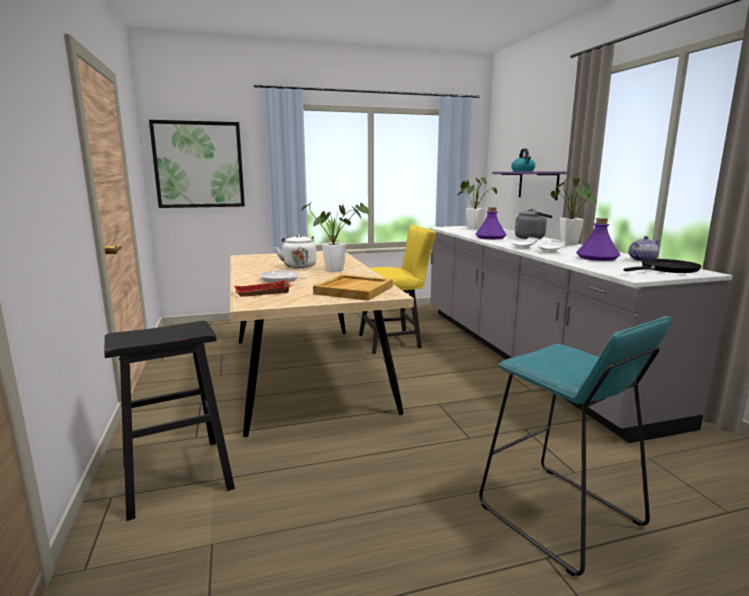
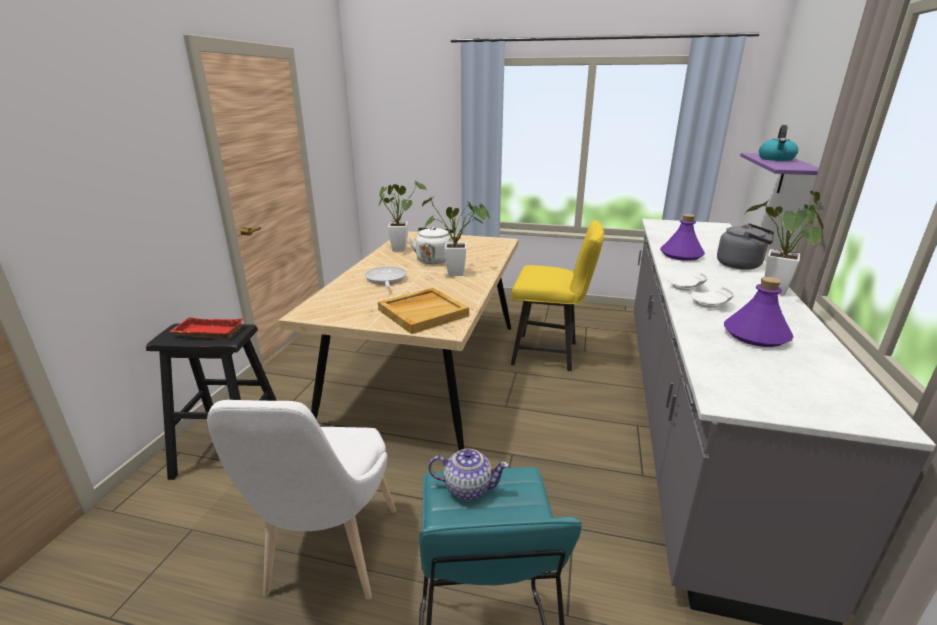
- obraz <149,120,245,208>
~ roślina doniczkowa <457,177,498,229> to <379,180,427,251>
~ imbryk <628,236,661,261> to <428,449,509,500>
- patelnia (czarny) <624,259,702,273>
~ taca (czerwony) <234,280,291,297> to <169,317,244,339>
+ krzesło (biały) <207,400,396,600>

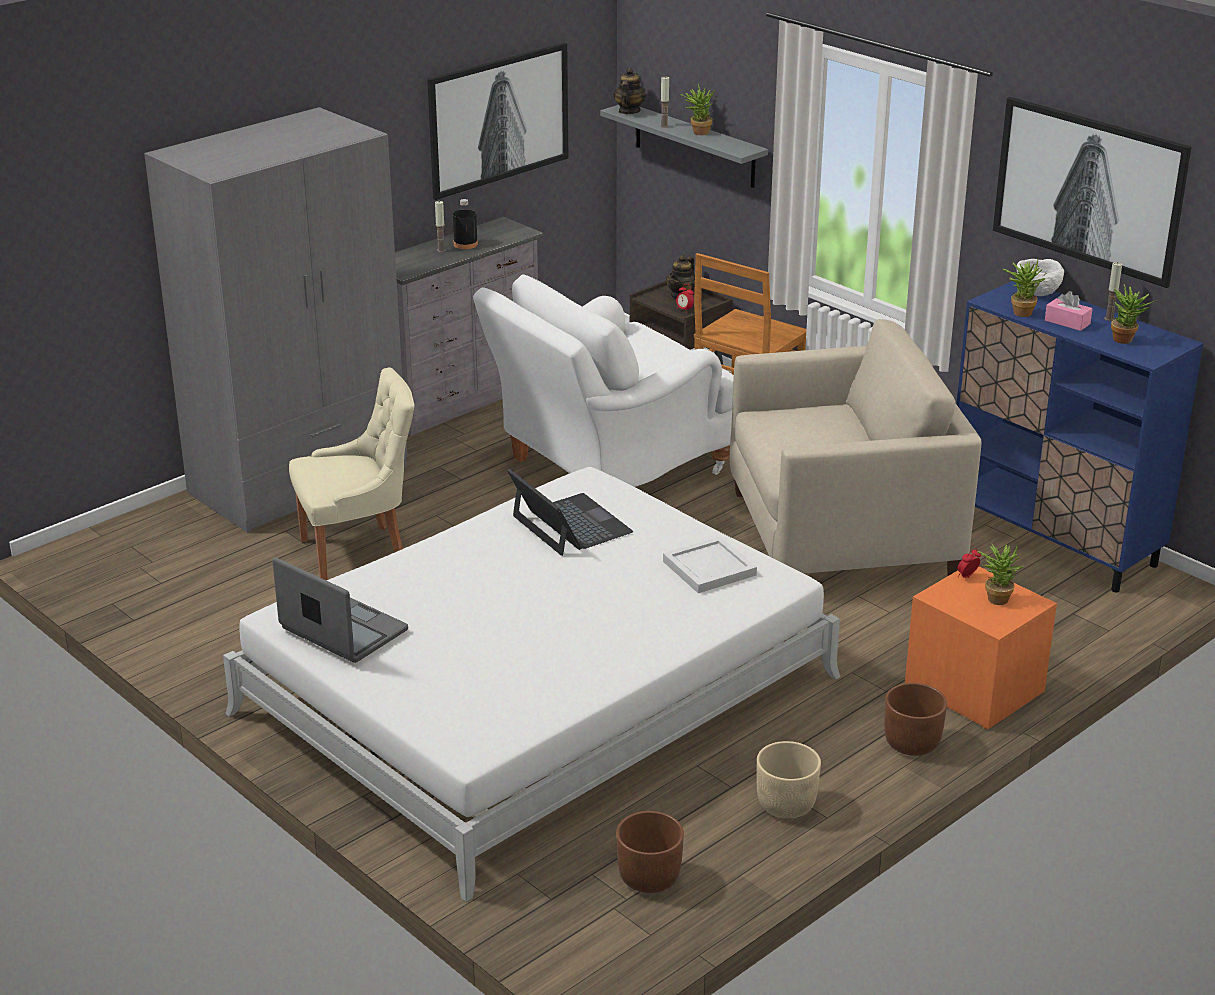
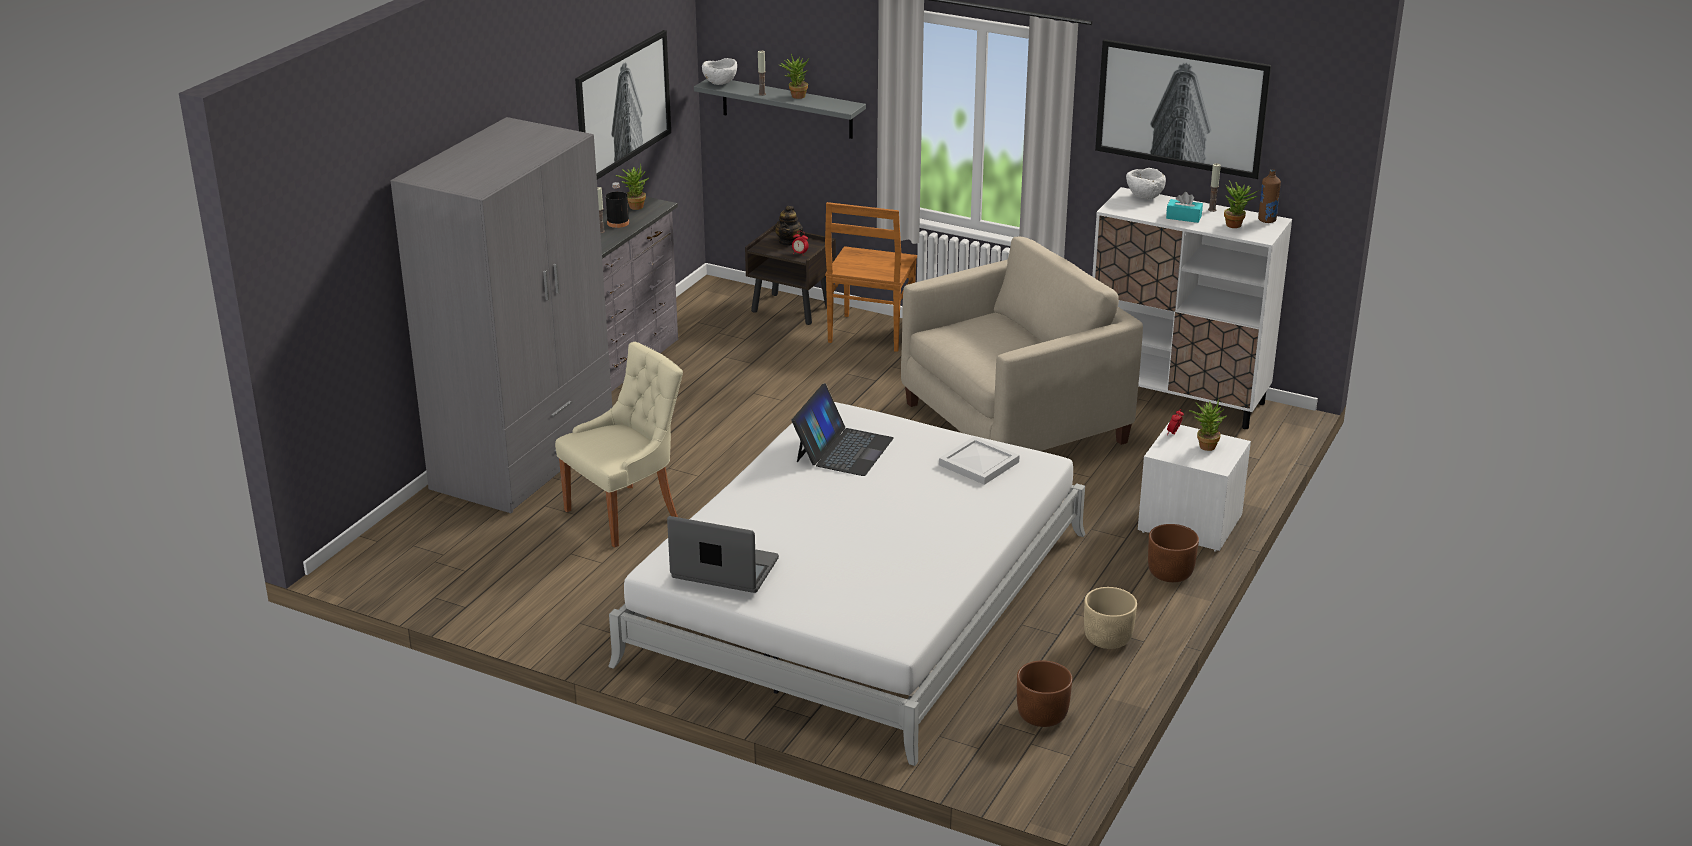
~ imbryk <613,68,646,114> to miska (biały) <702,58,737,85>
~ roślina doniczkowa <1003,260,1046,317> to <615,164,649,210>
- fotel (biały) <473,275,734,487>
~ szafka (niebieski) <957,281,1203,592> to szafka (biały) <1092,187,1292,429>
~ pudełko chusteczek (różowy) <1045,291,1093,331> to pudełko chusteczek (turkusowy) <1166,192,1203,223>
~ laptop <507,469,633,556> = <792,383,894,476> 75 degrees clockwise
~ szafka nocna (pomarańczowy) <905,566,1057,729> to szafka nocna (biały) <1138,423,1251,551>
+ butelka (brązowy) <1258,169,1281,223>

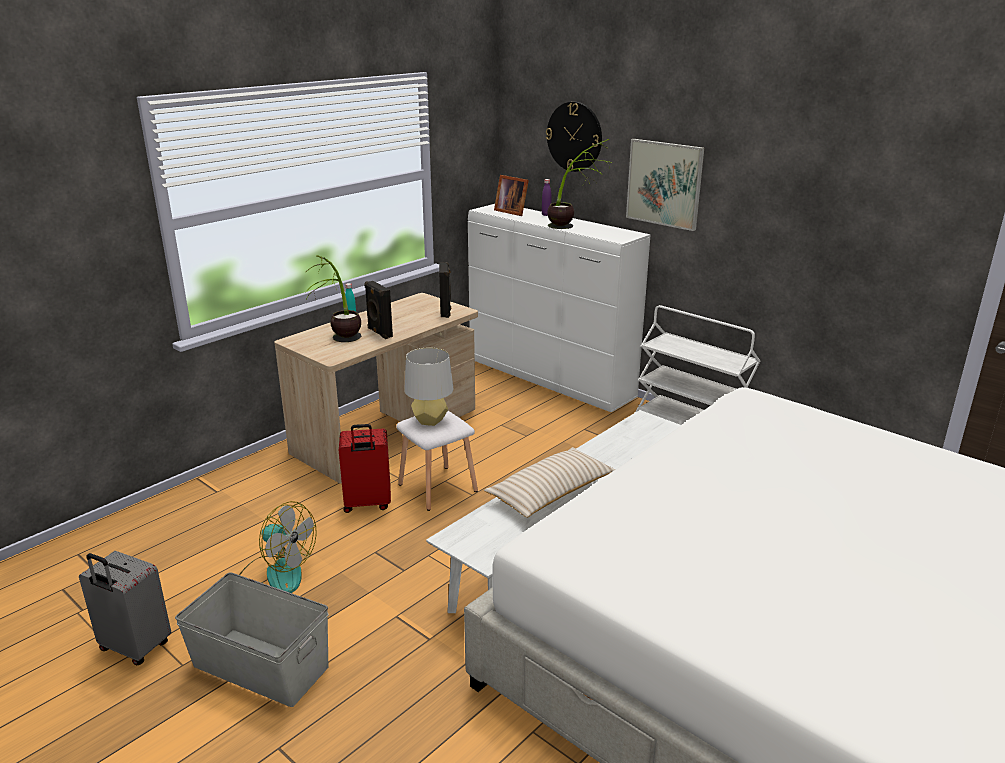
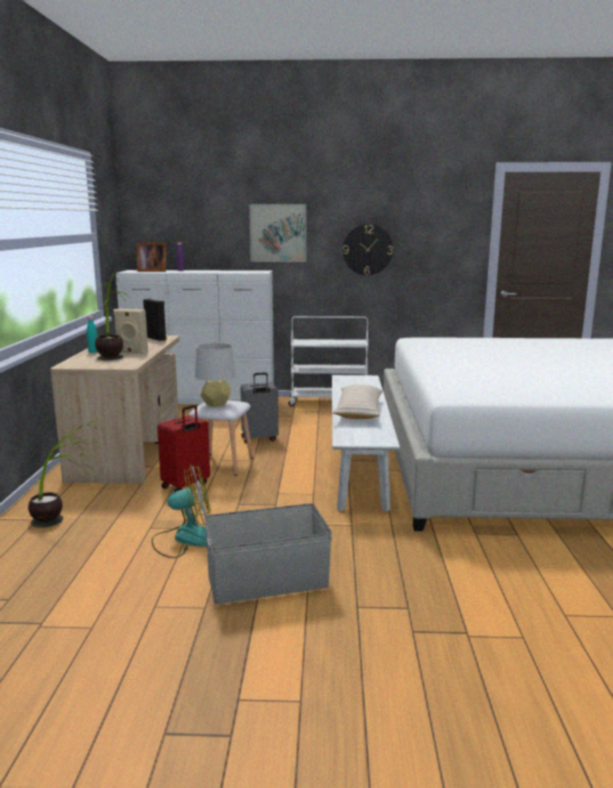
~ zegar ścienny <546,102,602,172> to <343,224,393,275>
~ roślina doniczkowa <547,139,612,229> to <28,419,102,528>
~ głośnik (czarny) <364,281,393,339> to głośnik (beżowy) <113,309,148,354>
~ walizka (szary) <79,551,171,665> to <240,372,279,444>

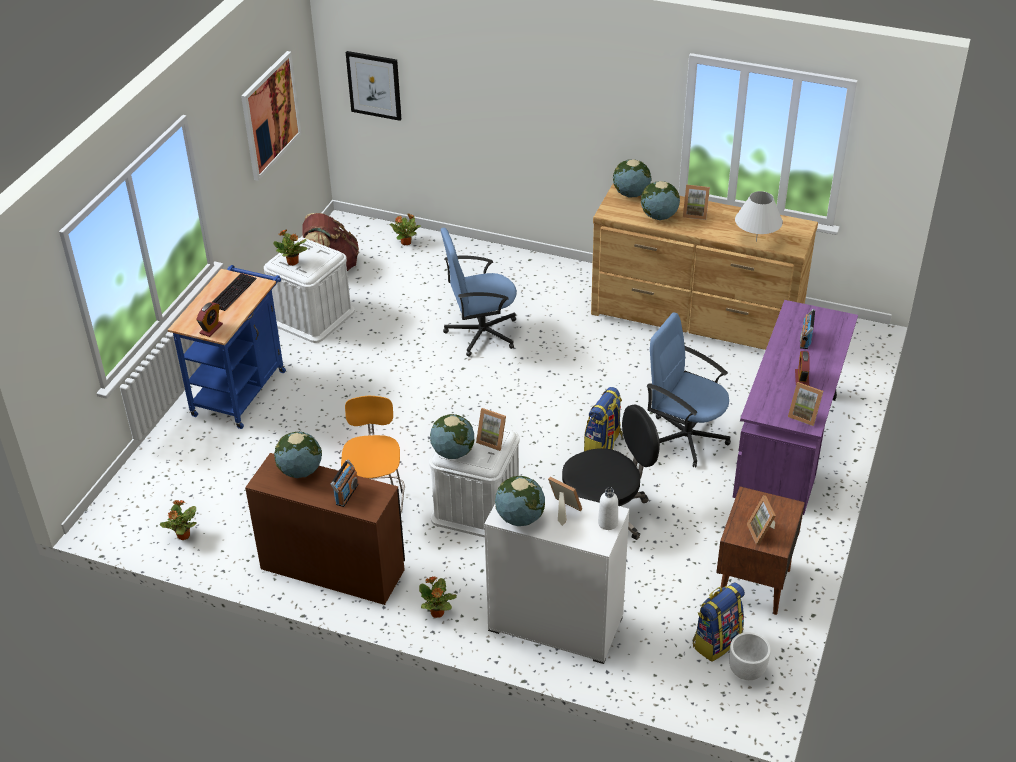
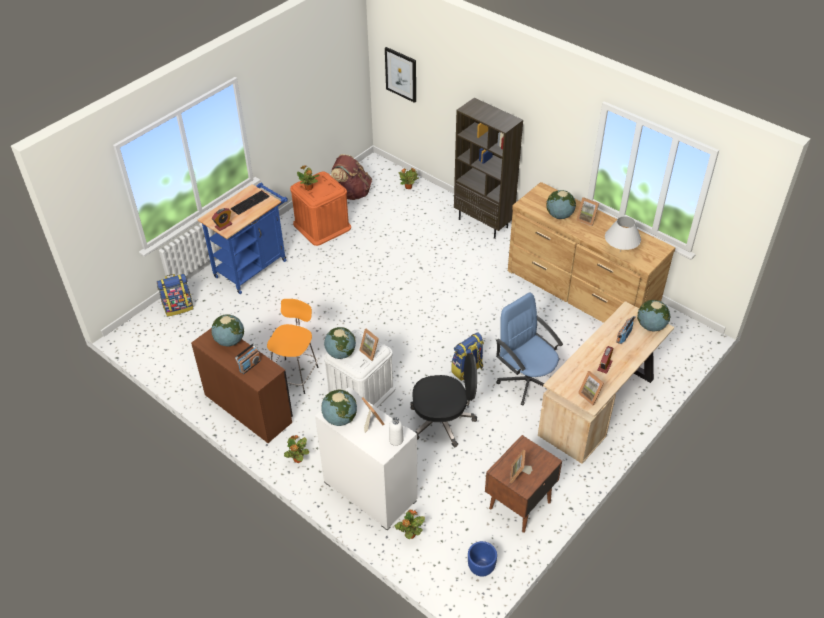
- obraz <241,51,301,181>
~ globus <613,159,652,197> to <637,300,671,332>
- krzesło biurowe (niebieski) <441,228,517,357>
~ pojemnik do przechowywania (biały) <264,238,355,343> to pojemnik do przechowywania (pomarańczowy) <290,171,351,246>
~ biurko (fioletowy) <733,300,858,515> to biurko (beżowy) <538,301,674,464>
~ roślina doniczkowa <160,500,197,540> to <395,510,425,539>
~ plecak <693,582,745,662> to <157,274,194,316>
~ donica (biały) <729,632,771,680> to donica (niebieski) <468,541,497,576>
+ regał (brązowy) <454,98,523,239>

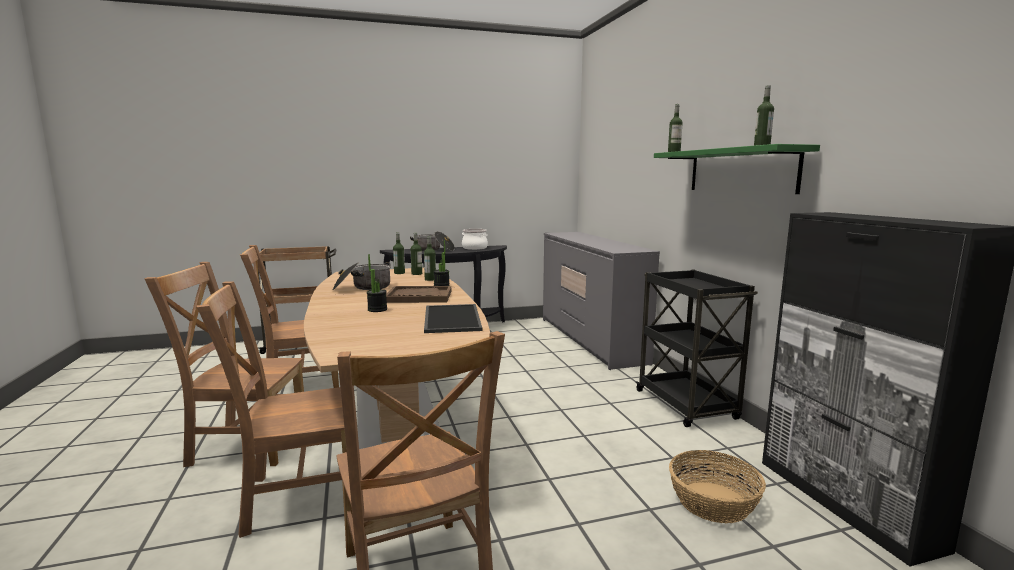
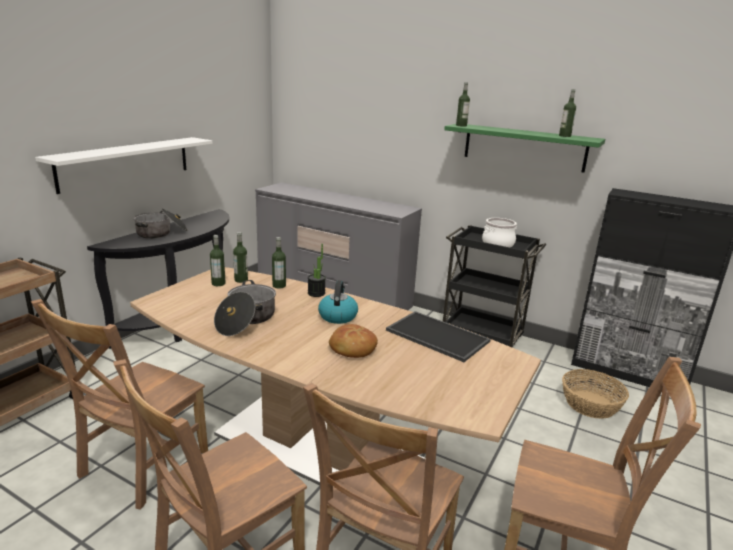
~ garnek <462,229,488,250> to <482,218,517,247>
~ roślina doniczkowa <367,254,387,312> to chleb <329,324,378,358>
~ taca (brązowy) <386,286,451,303> to czajnik <318,280,358,324>
+ półka (biały) <35,137,212,194>

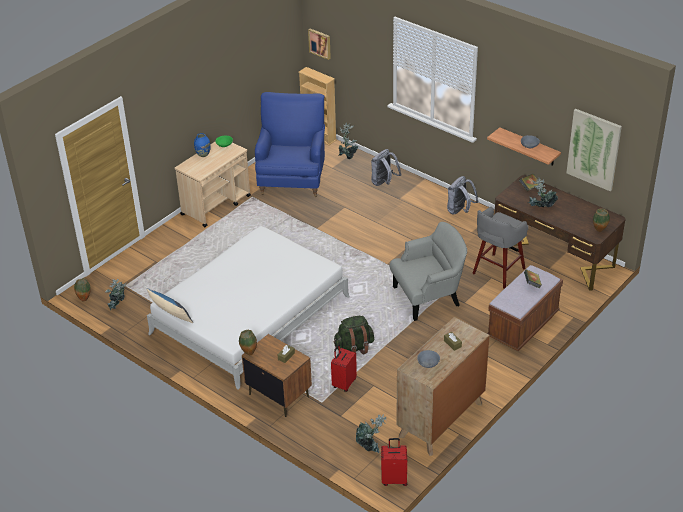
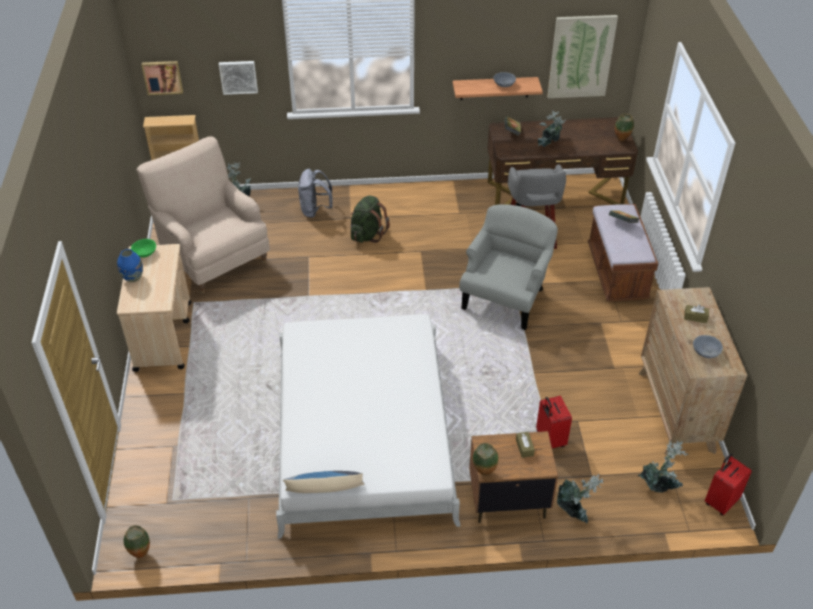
~ fotel (niebieski) <255,92,325,197> to fotel (beżowy) <136,136,270,294>
- plecak (szary) <447,176,478,215>
~ roślina doniczkowa <105,279,126,310> to <557,474,604,523>
~ plecak (zielony) <334,316,374,354> to <351,196,390,243>
+ obraz <219,61,258,95>

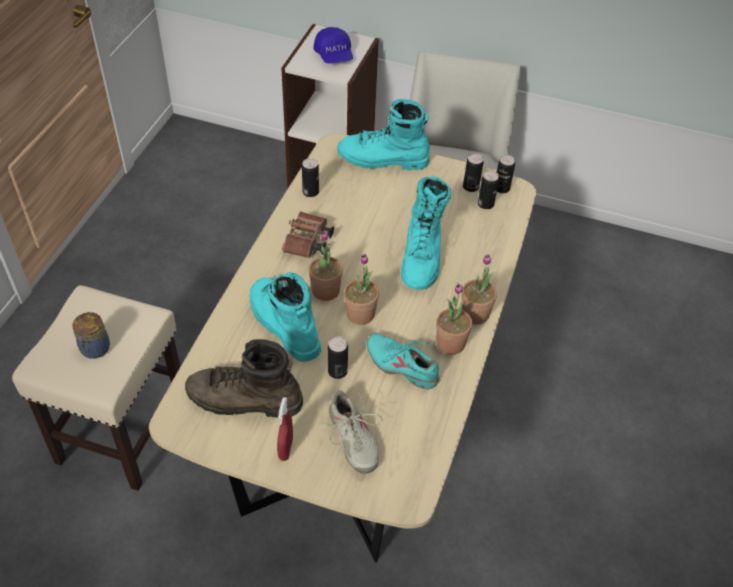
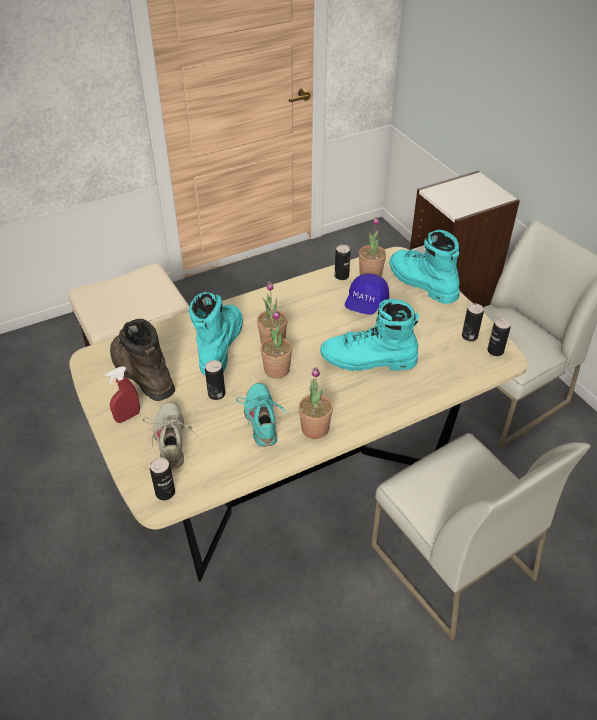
~ czapka z daszkiem (niebieski) <313,27,353,64> to <344,273,389,315>
~ puszka <478,170,499,209> to <150,458,175,500>
~ but z cholewką (turkusowy) <401,176,451,290> = <320,299,419,371> 45 degrees clockwise
- lornetka (brązowy) <282,211,334,258>
~ roślina doniczkowa <462,254,497,325> to <359,217,386,277>
- słoik <72,312,110,359>
~ but (beżowy) <318,390,383,474> = <143,402,197,469> 150 degrees clockwise
+ krzesło (biały) <371,433,591,641>

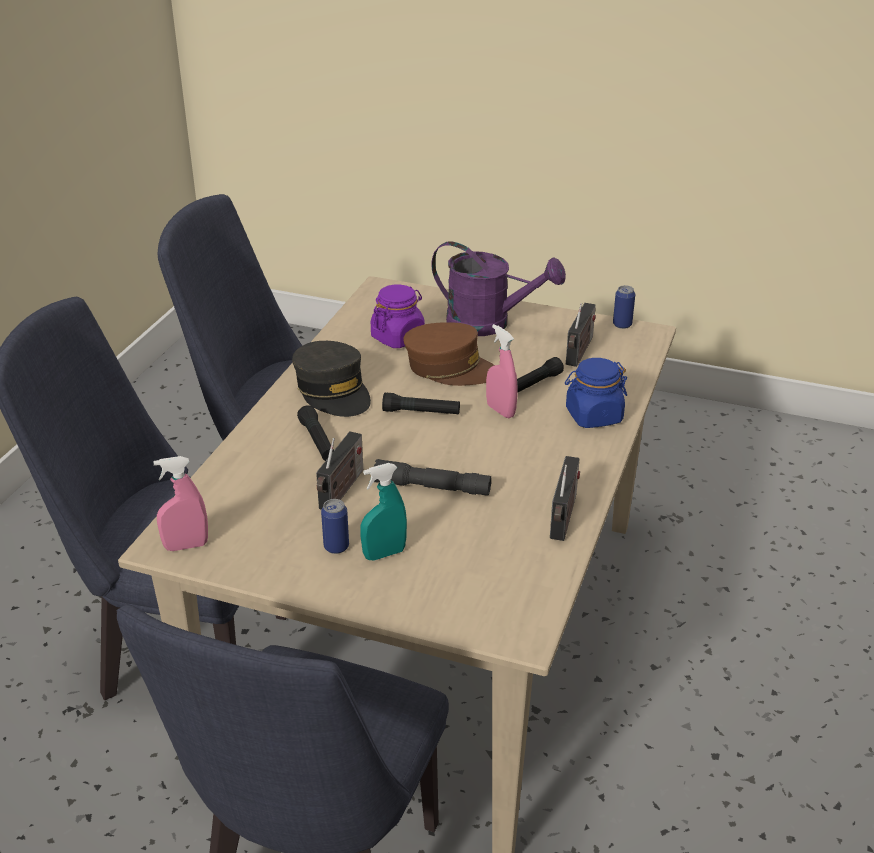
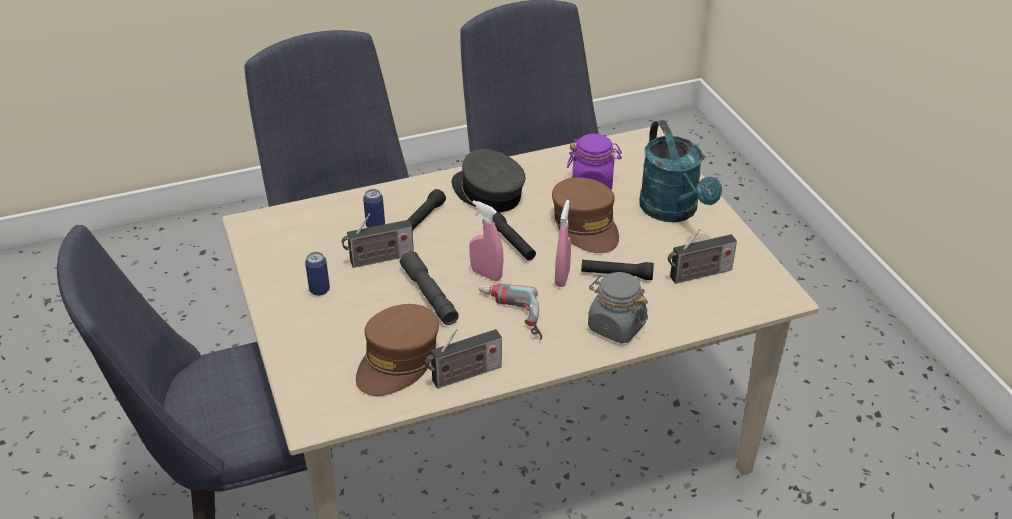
~ konewka (fioletowy) <431,241,566,336> to konewka (turkusowy) <639,120,722,222>
~ puszka <613,285,635,329> to <363,189,385,228>
~ czapka z daszkiem (szary) <292,341,371,417> = <452,149,525,212> 120 degrees clockwise
~ słoik (niebieski) <565,358,627,428> to słoik (szary) <588,272,648,343>
~ spryskiwacz (różowy) <153,456,208,551> to <469,200,504,281>
- spryskiwacz (turkusowy) <360,463,407,561>
+ wiertarka <479,283,542,340>
+ czapka z daszkiem (brązowy) <356,304,439,396>

